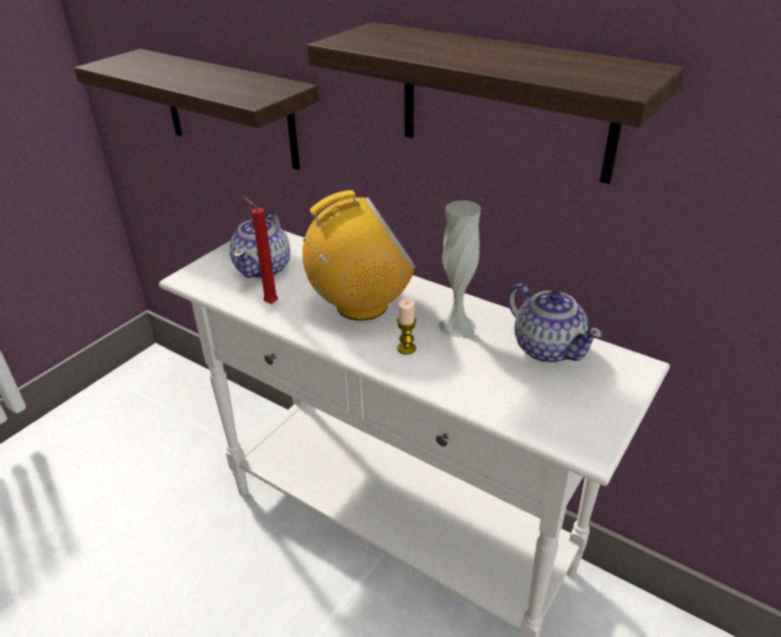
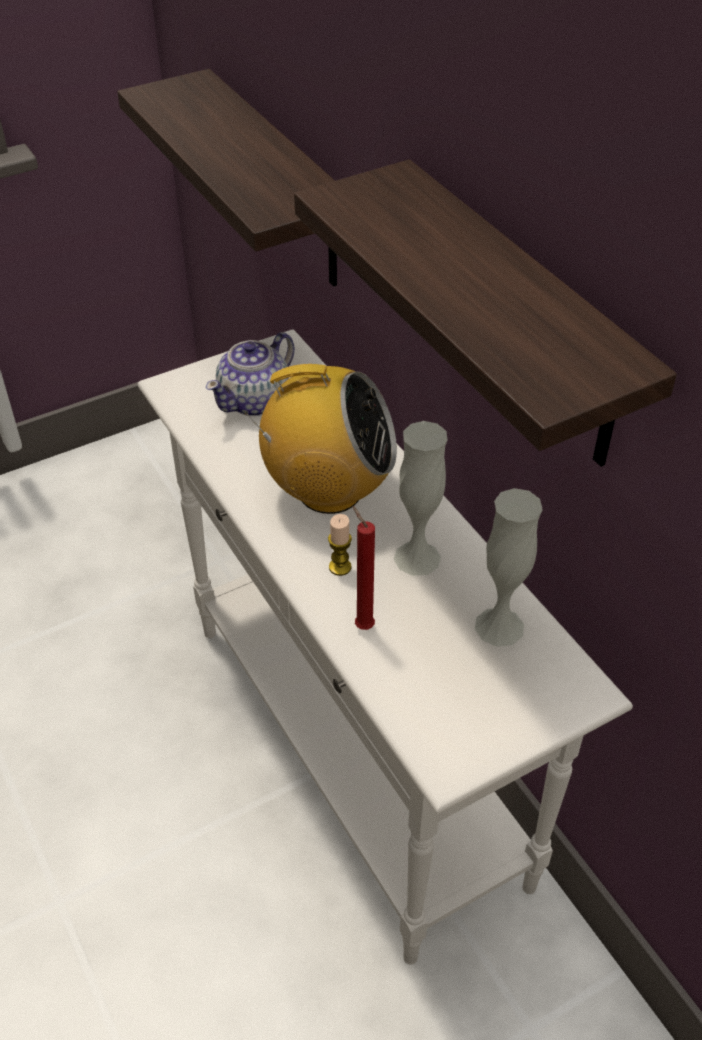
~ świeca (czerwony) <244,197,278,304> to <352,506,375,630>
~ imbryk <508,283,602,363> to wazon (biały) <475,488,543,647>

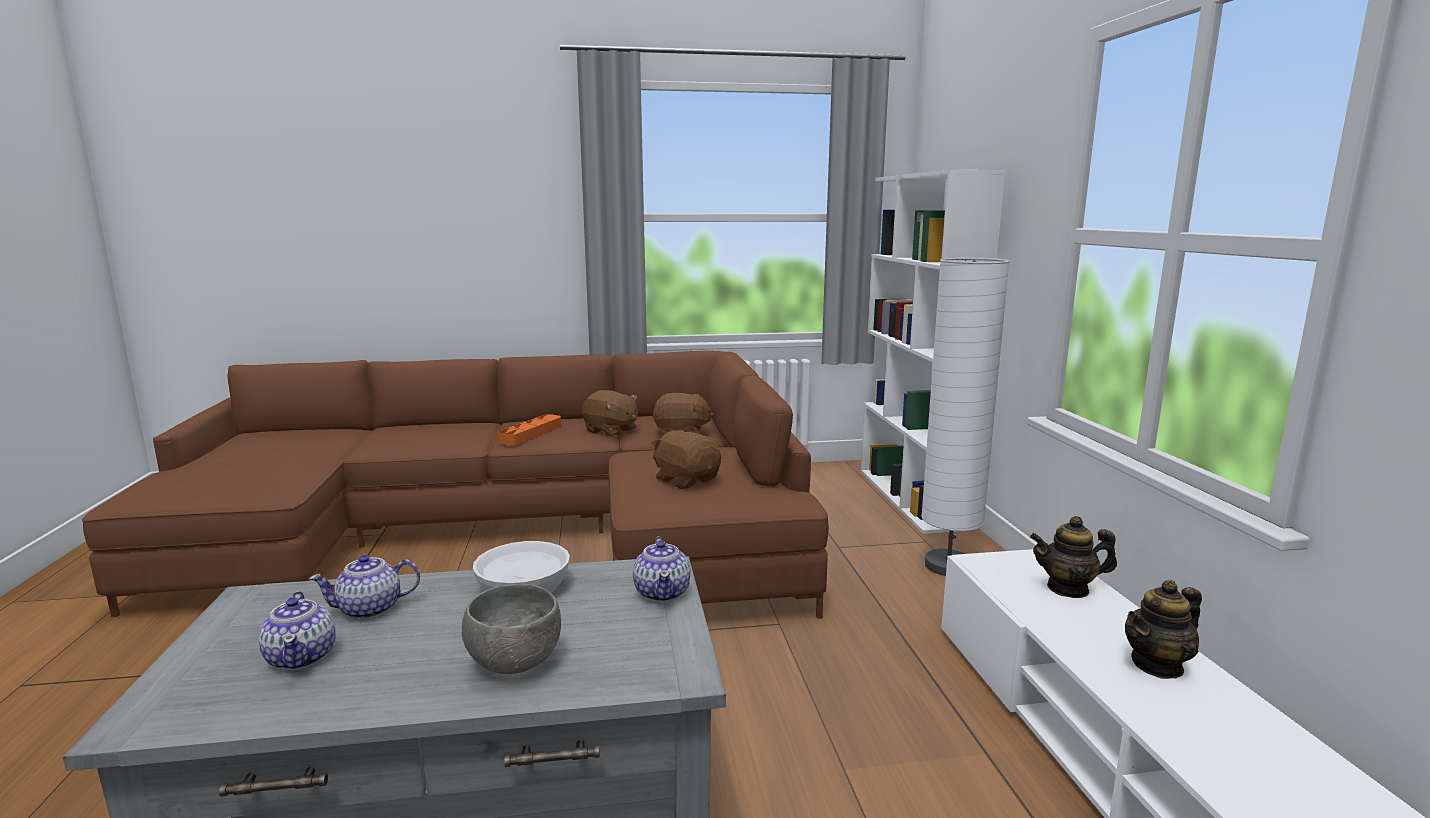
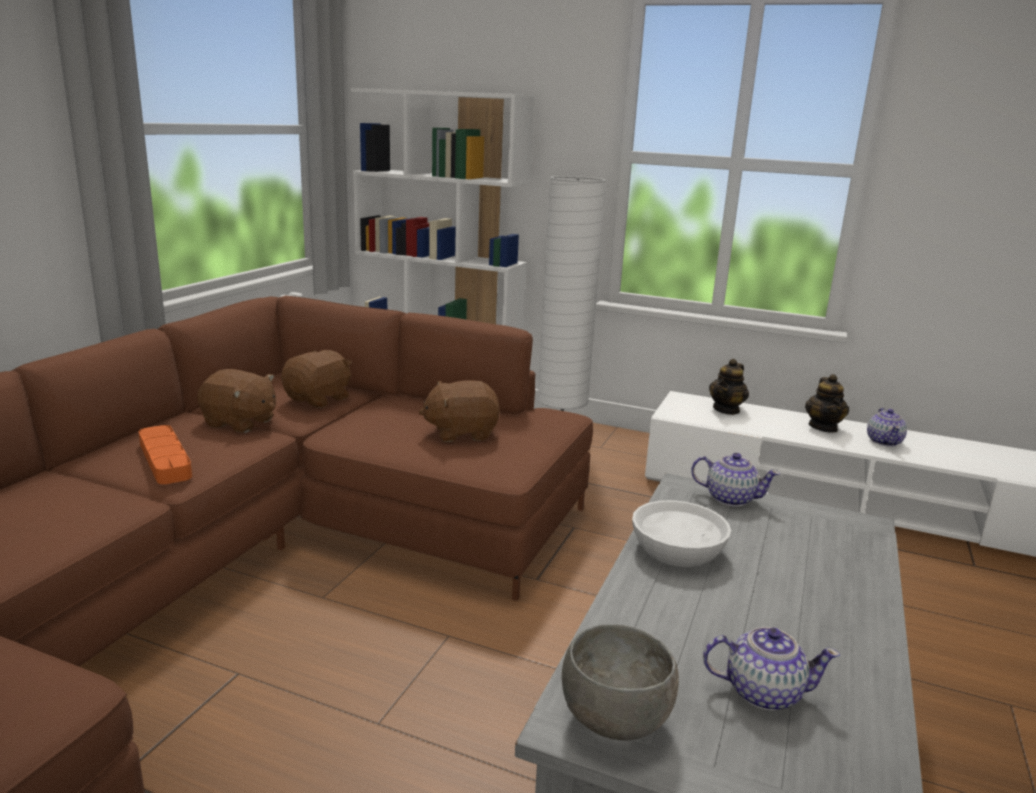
~ pluszak (brązowy) <582,390,638,437> = <197,369,276,433> 45 degrees clockwise
~ imbryk <309,555,420,620> to <867,408,907,447>
~ miska (szary) <462,584,561,674> to <562,624,679,741>

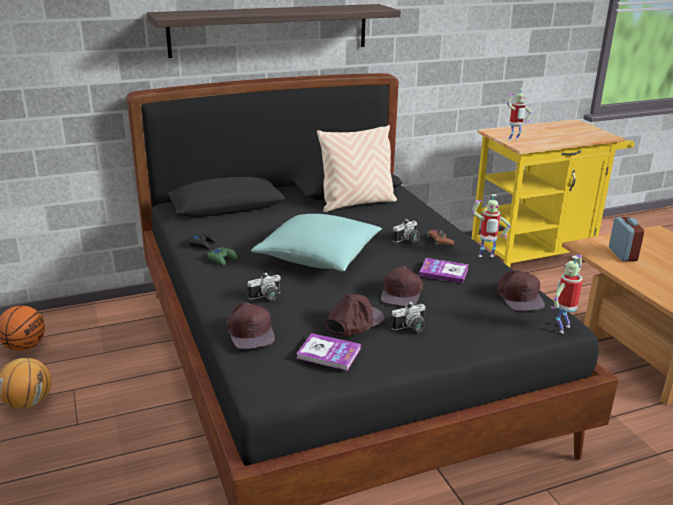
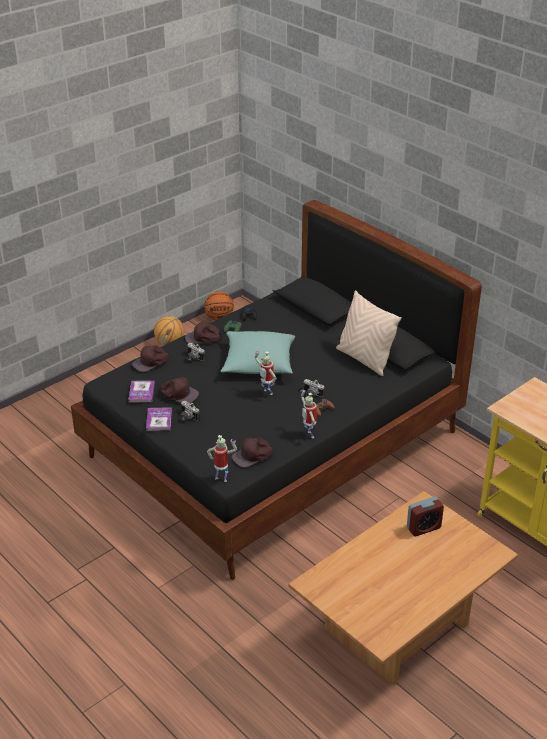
- półka <147,4,401,58>
~ robot zabawkowy <507,88,531,141> to <254,351,277,395>
~ książka <419,258,469,283> to <146,407,172,431>
~ czapka z daszkiem (brązowy) <381,266,423,306> to <185,322,223,344>

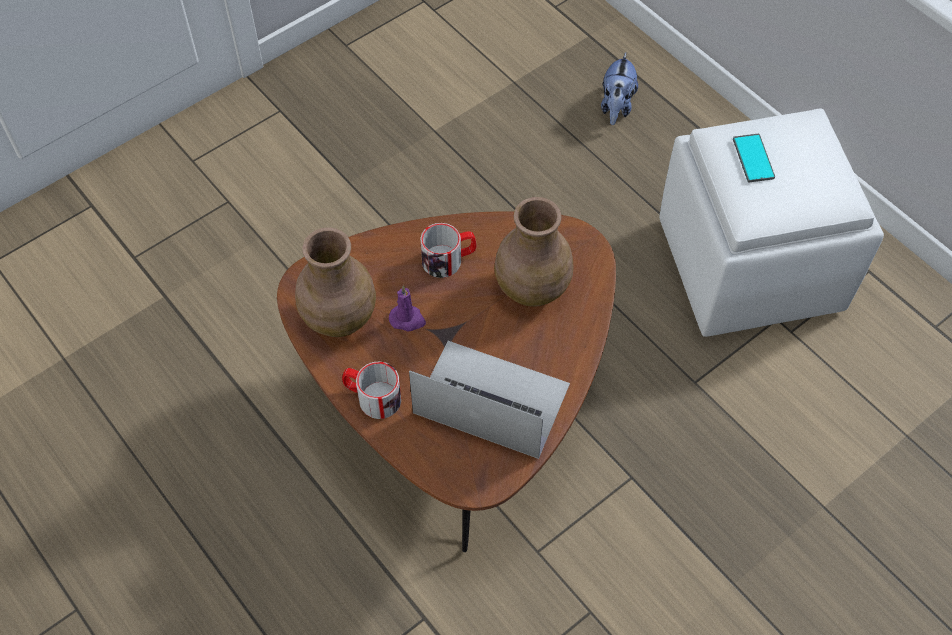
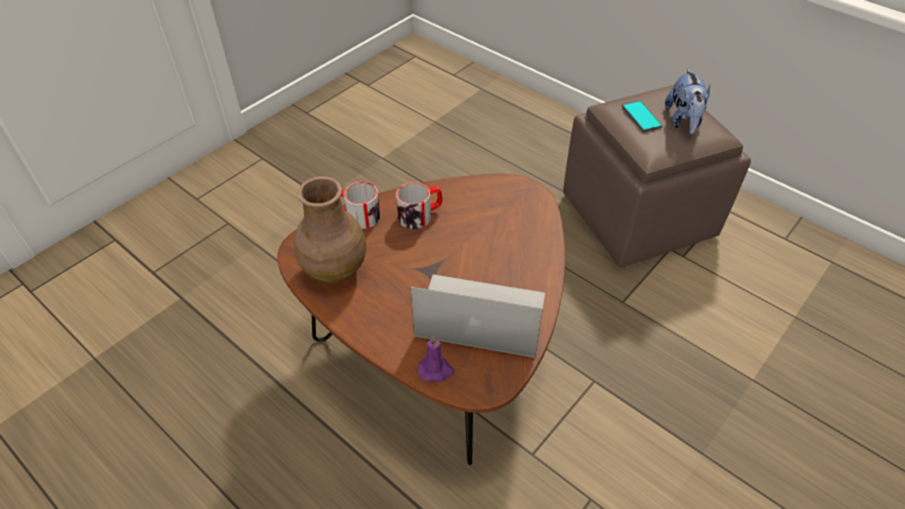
~ pluszak <601,52,638,125> to <665,68,710,134>
~ pufa (biały) <659,108,884,337> to pufa (brązowy) <563,84,751,267>
- wazon (brązowy) <494,197,573,307>
~ świeca (fioletowy) <389,286,426,331> to <418,336,455,382>
~ kubek <342,361,401,419> to <341,182,380,229>

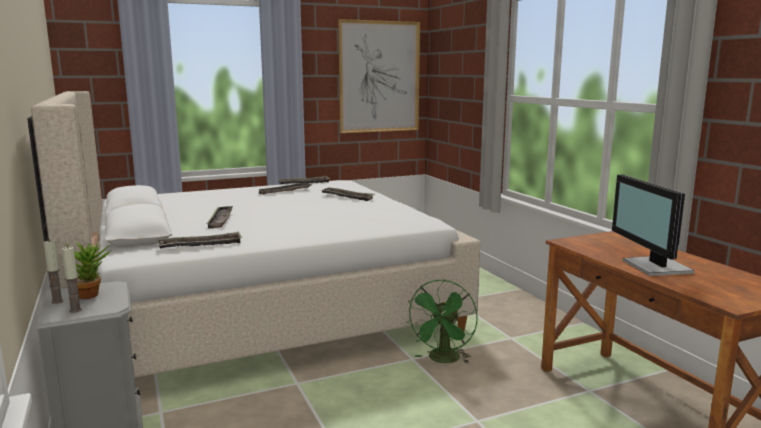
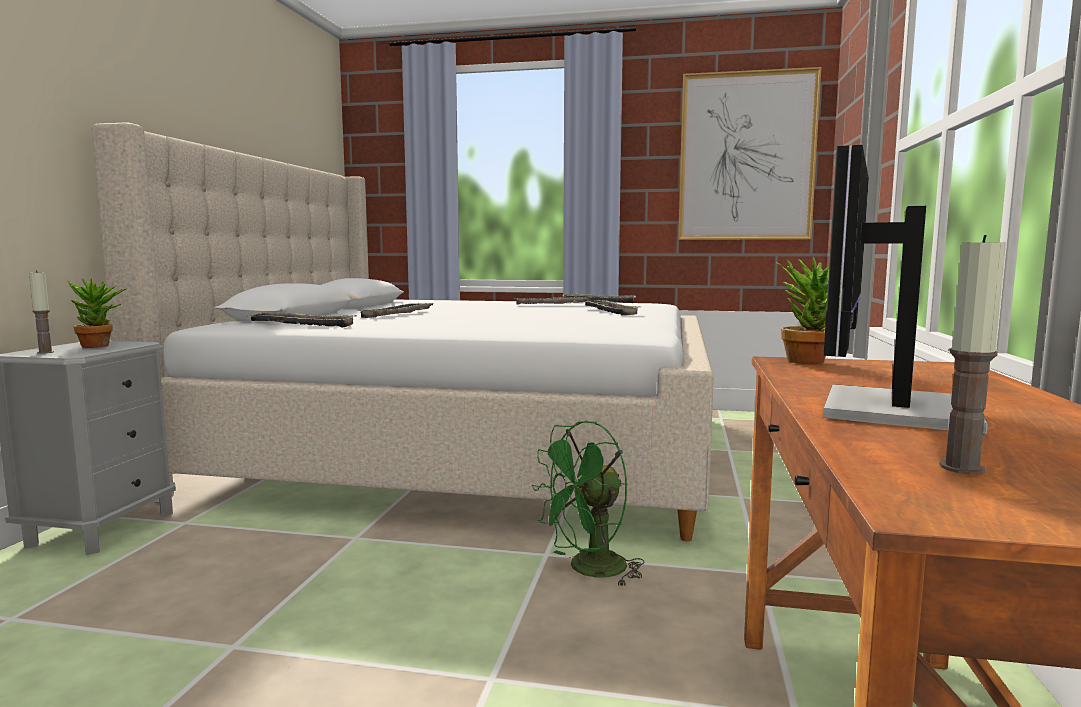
~ świeca <44,240,64,304> to <940,235,1006,475>
+ roślina doniczkowa <777,257,863,364>

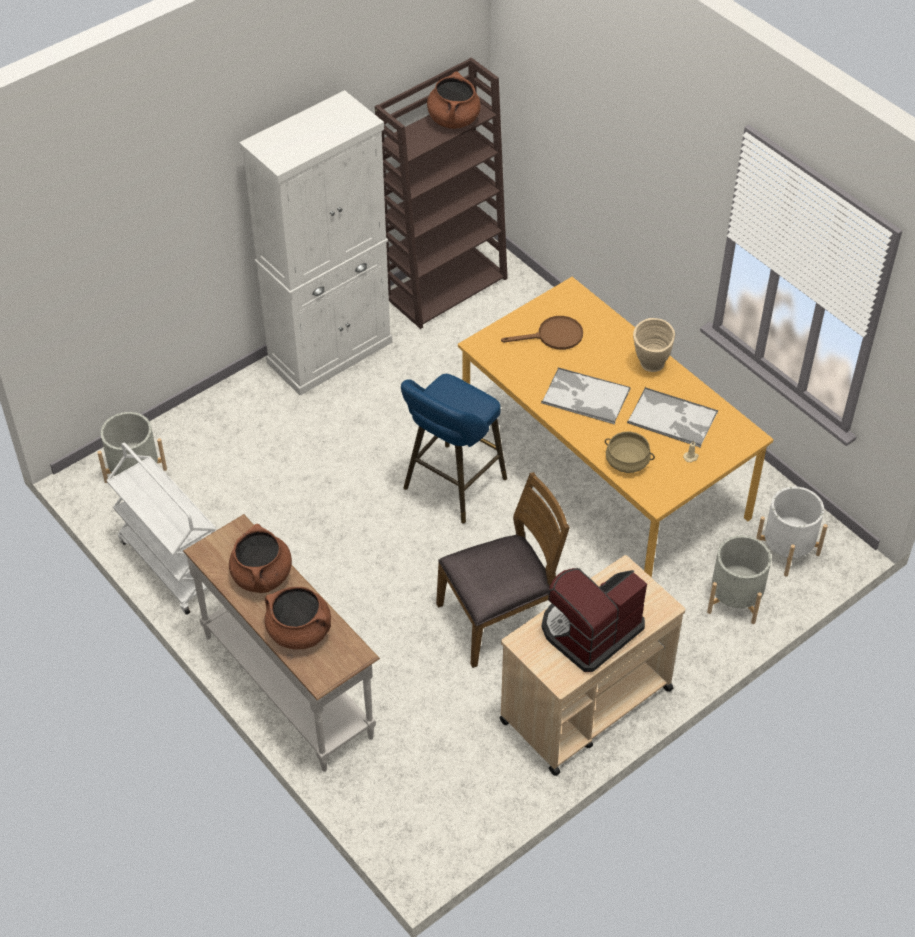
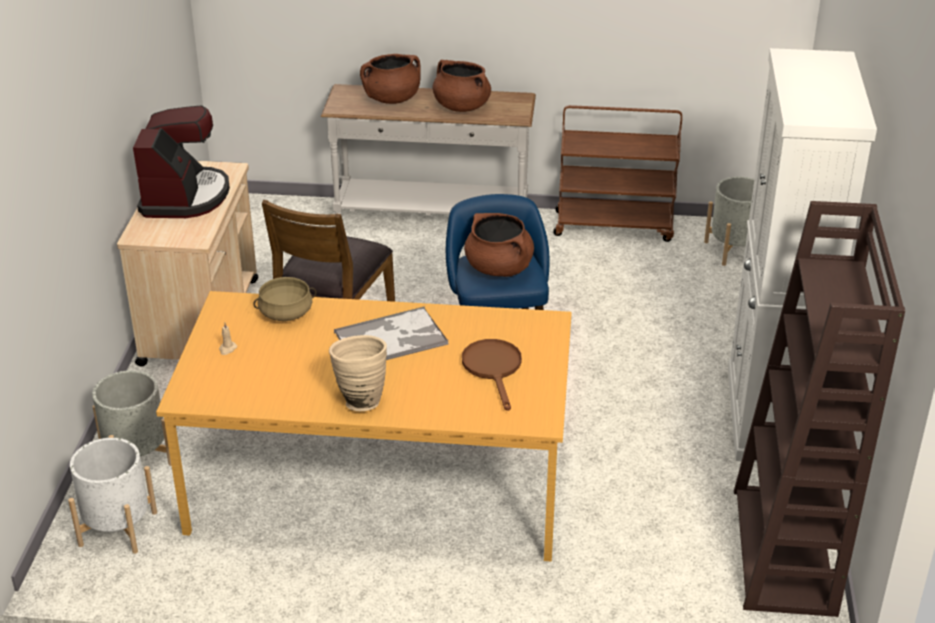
~ garnek (brązowy) <427,71,481,129> to <464,213,534,277>
~ patelnia (brązowy) <501,316,583,350> = <462,339,522,411> 135 degrees clockwise
- taca <627,387,718,448>
~ wózek (biały) <106,442,216,615> to wózek (brązowy) <553,105,682,242>

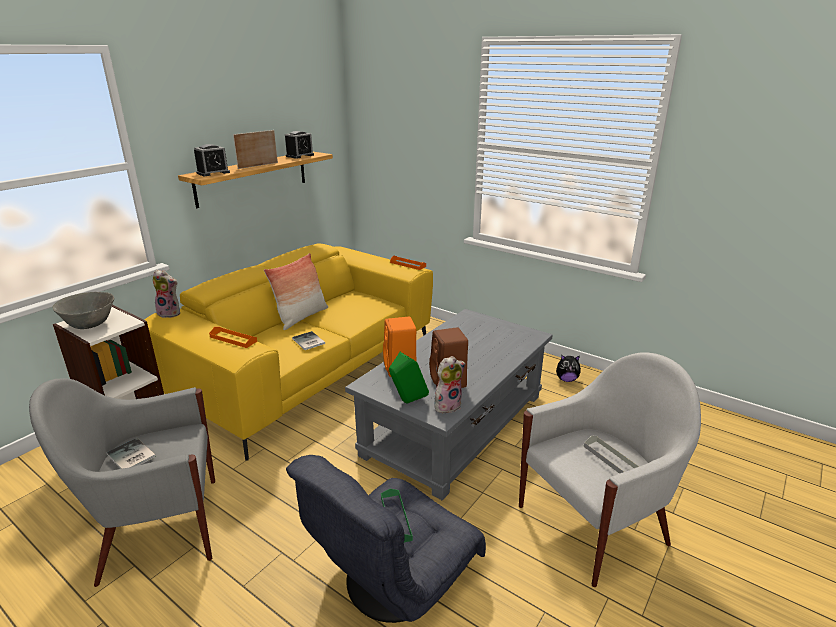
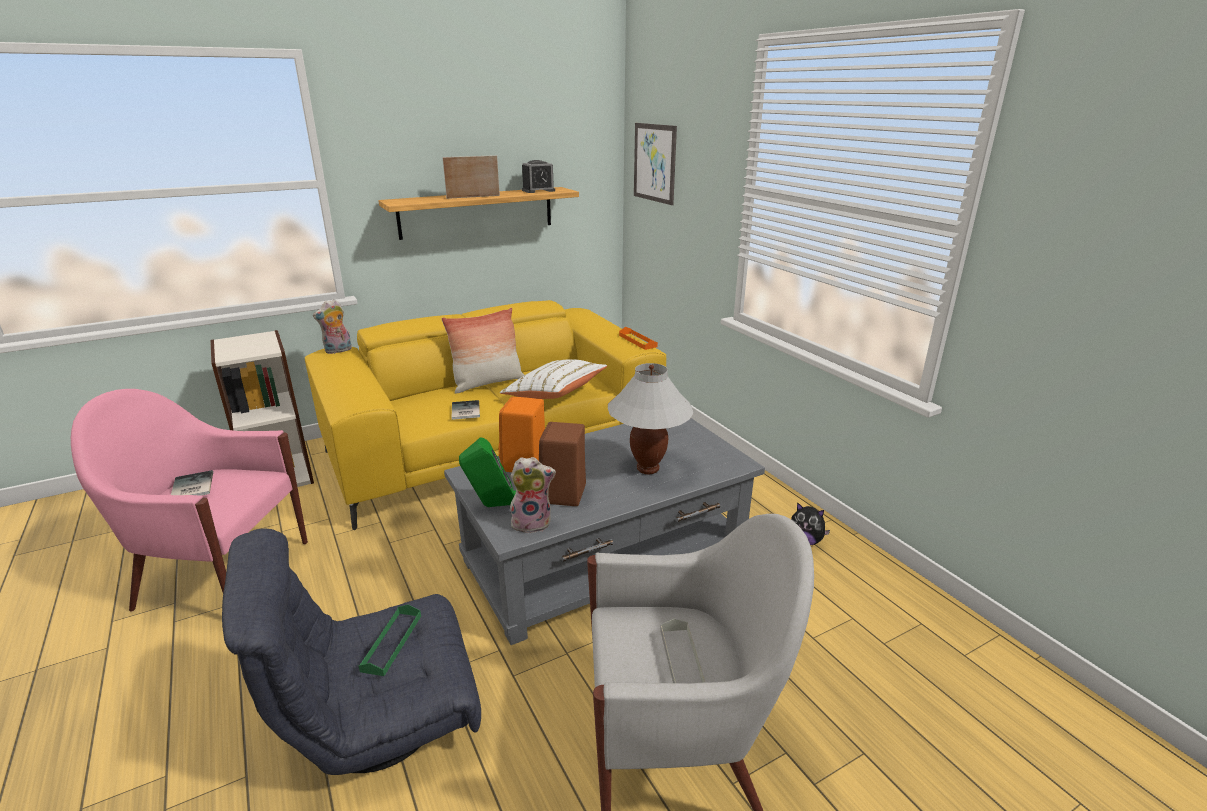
- budzik <194,144,230,176>
~ pluszak <153,269,180,318> = <313,299,352,354> 105 degrees clockwise
- miska (szary) <52,292,114,329>
- taca (pomarańczowy) <209,327,257,348>
~ fotel (szary) <29,379,215,587> to fotel (różowy) <71,389,308,611>
+ obraz <634,123,677,205>
+ poduszka (biały) <500,359,607,399>
+ lampa stołowa (biały) <608,363,694,474>

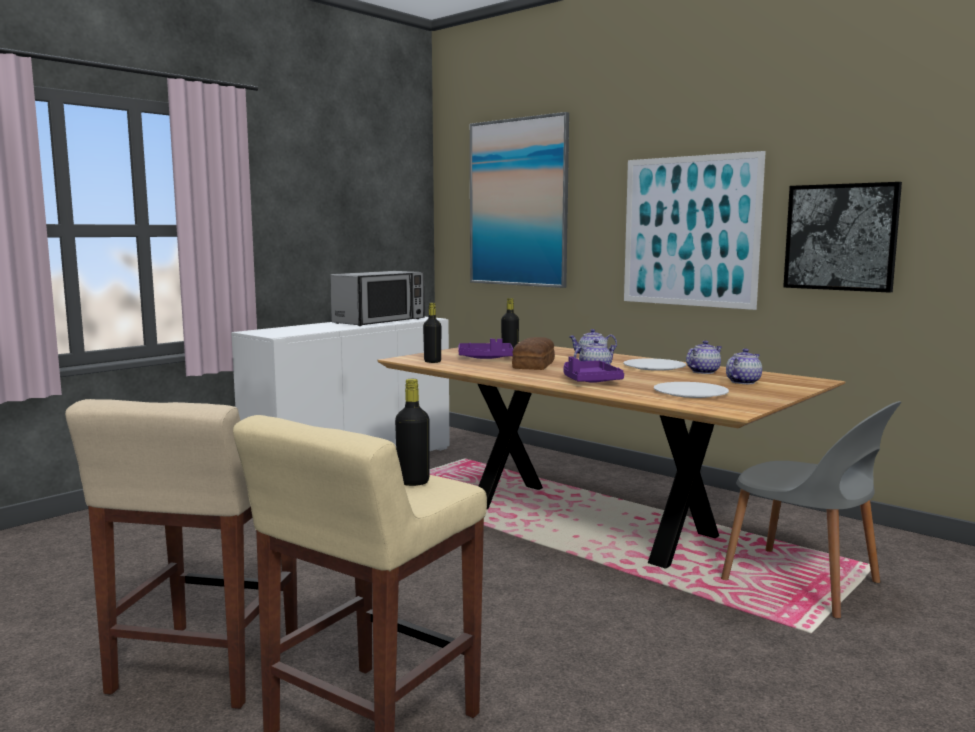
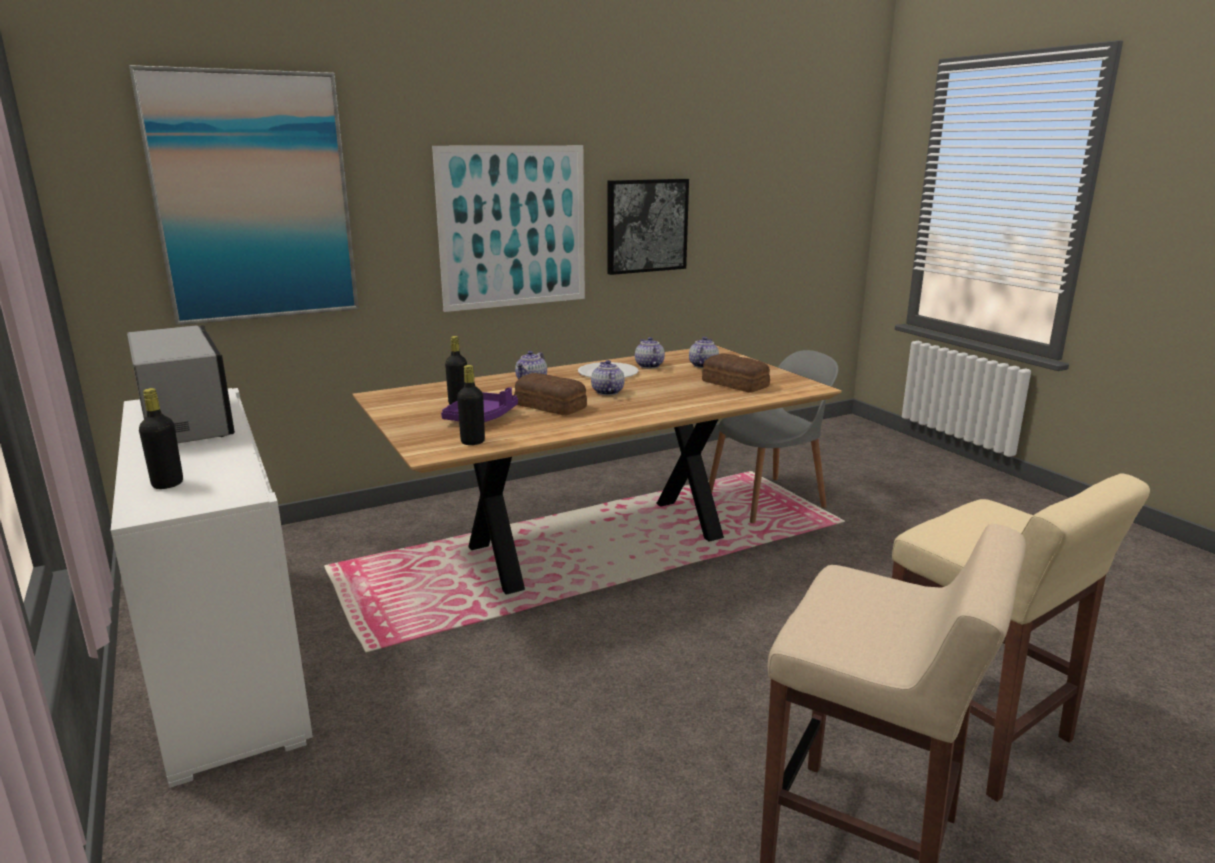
~ imbryk <726,348,762,384> = <689,337,719,368> 45 degrees clockwise
- taca (fioletowy) <563,356,624,383>
~ butelka (czarny) <395,379,430,486> to <139,388,183,489>
~ talerz (biały) <654,382,729,398> to chleb <702,354,770,393>

